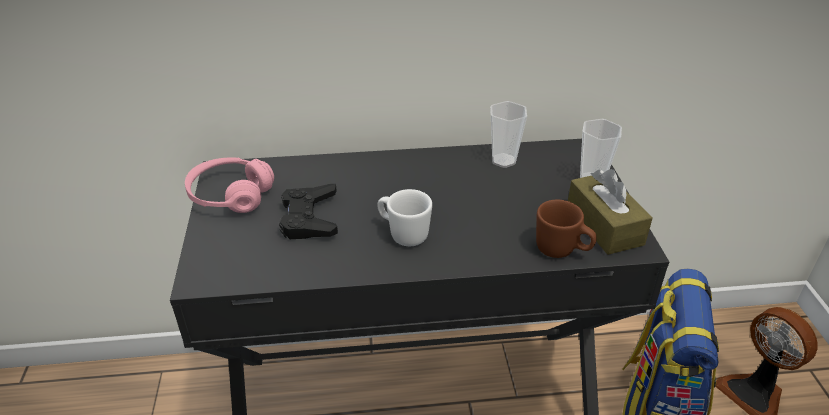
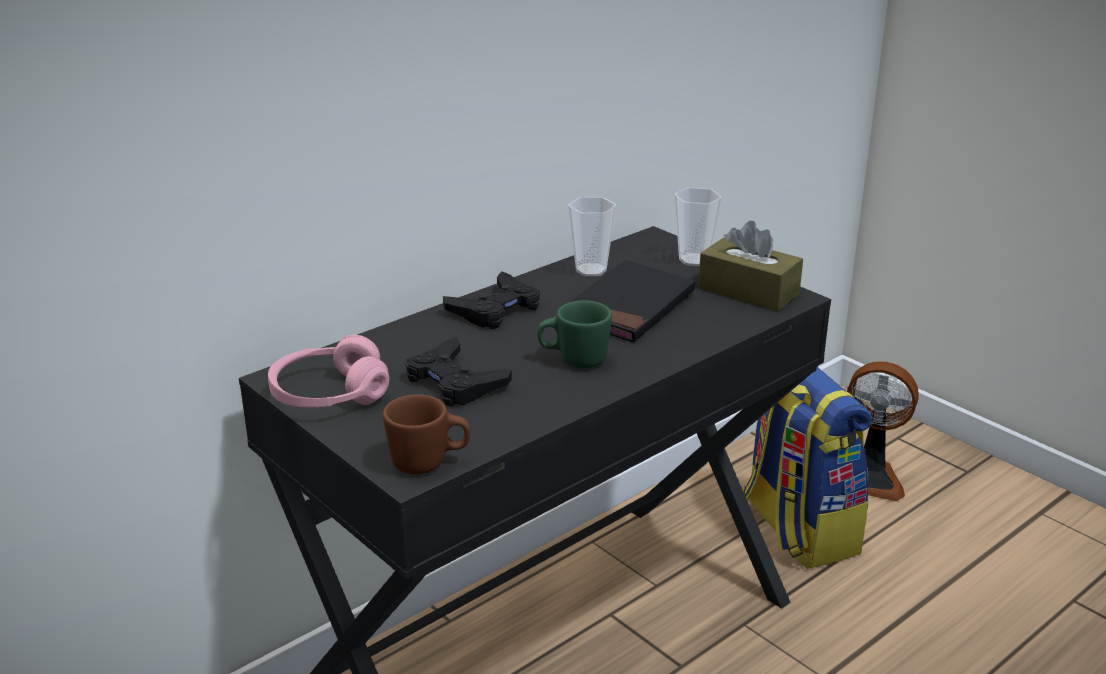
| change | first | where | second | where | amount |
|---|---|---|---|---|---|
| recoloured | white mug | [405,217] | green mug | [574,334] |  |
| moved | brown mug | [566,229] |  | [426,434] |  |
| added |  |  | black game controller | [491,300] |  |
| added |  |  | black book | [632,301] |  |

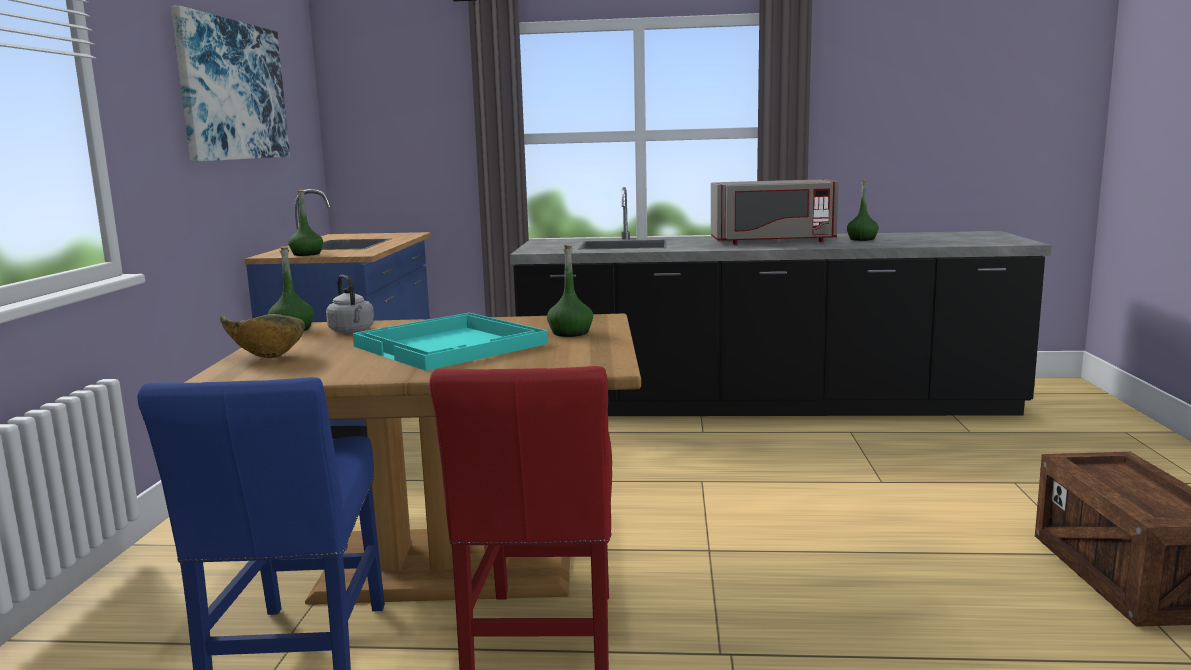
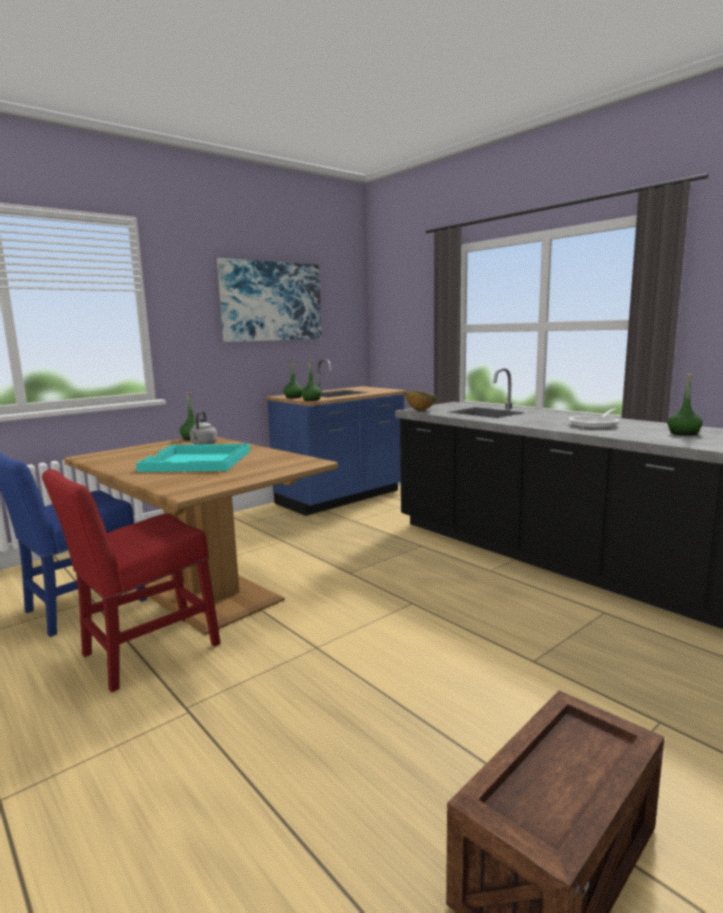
| change | first | where | second | where | amount |
|---|---|---|---|---|---|
| moved | bowl | [262,336] |  | [420,400] |  |
| moved | green bottle | [570,291] |  | [311,380] |  |
| replaced | grey microwave | [775,211] | frying pan | [594,418] |  |

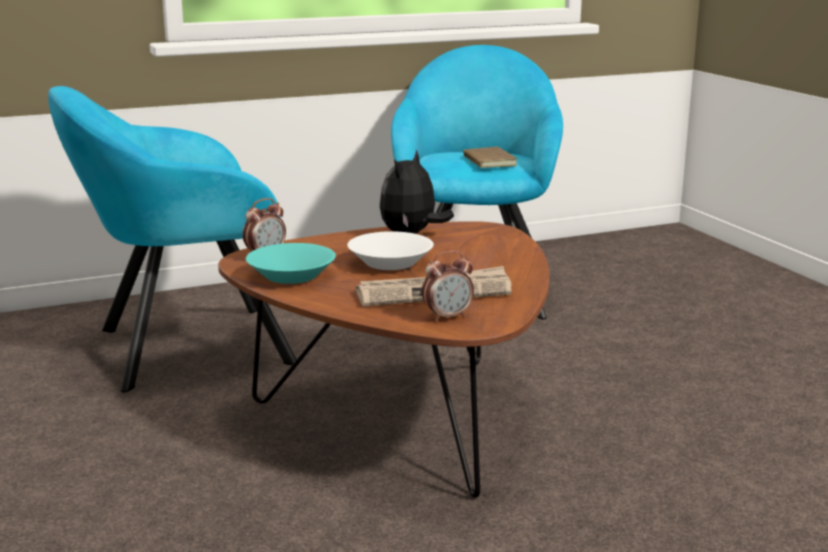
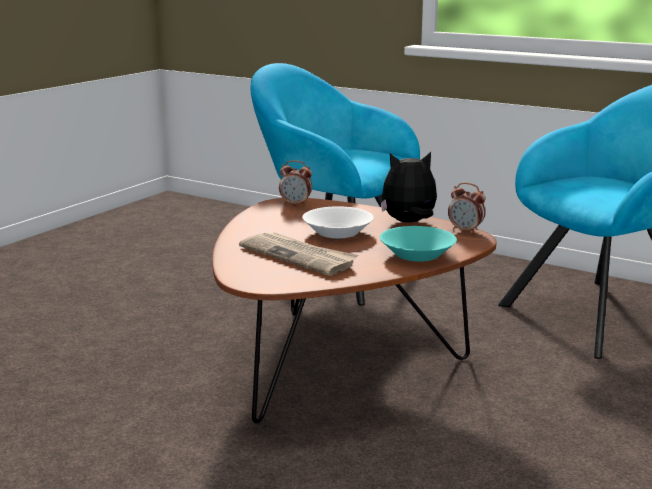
| change | first | where | second | where | amount |
|---|---|---|---|---|---|
| moved | turquoise bowl | [291,263] |  | [418,244] |  |
| moved | alarm clock | [448,286] |  | [467,208] |  |
| removed | brown book | [490,157] |  |  |  |

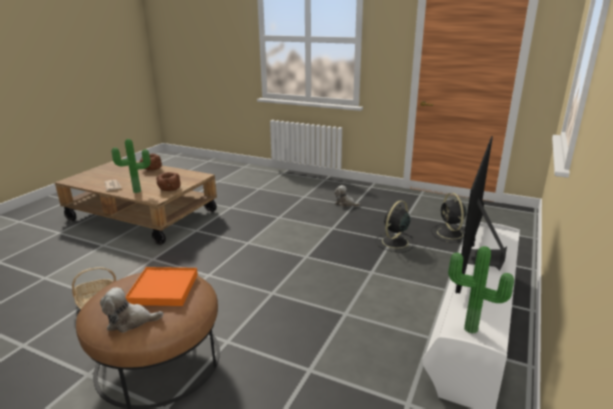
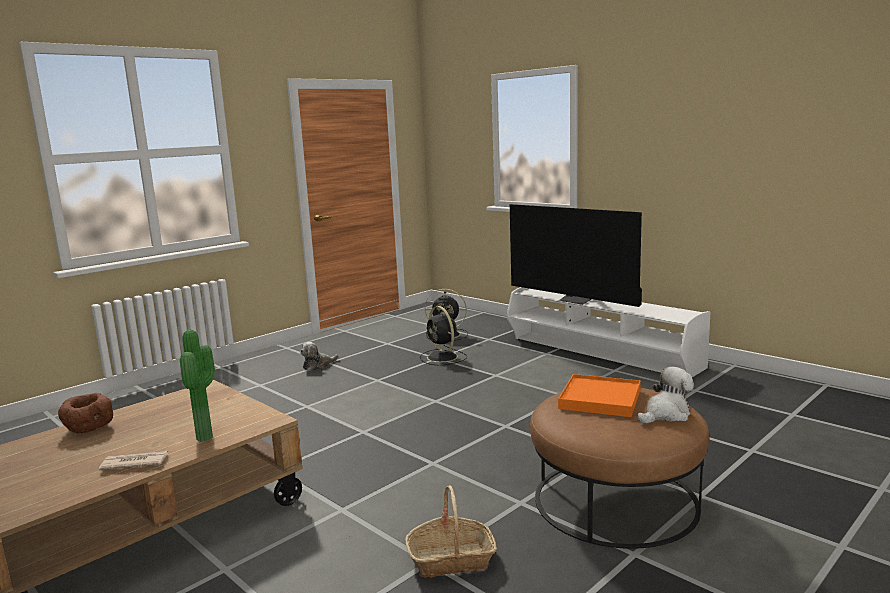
| change | first | where | second | where | amount |
|---|---|---|---|---|---|
| turned | plush toy | [132,310] |  | [665,395] | 135 degrees counterclockwise |
| removed | brown bowl | [168,181] |  |  |  |
| removed | potted plant | [481,290] |  |  |  |

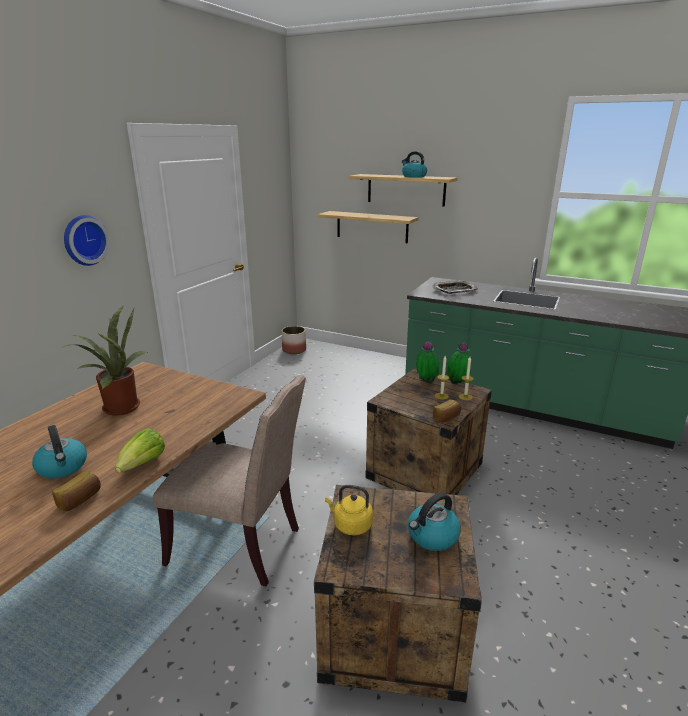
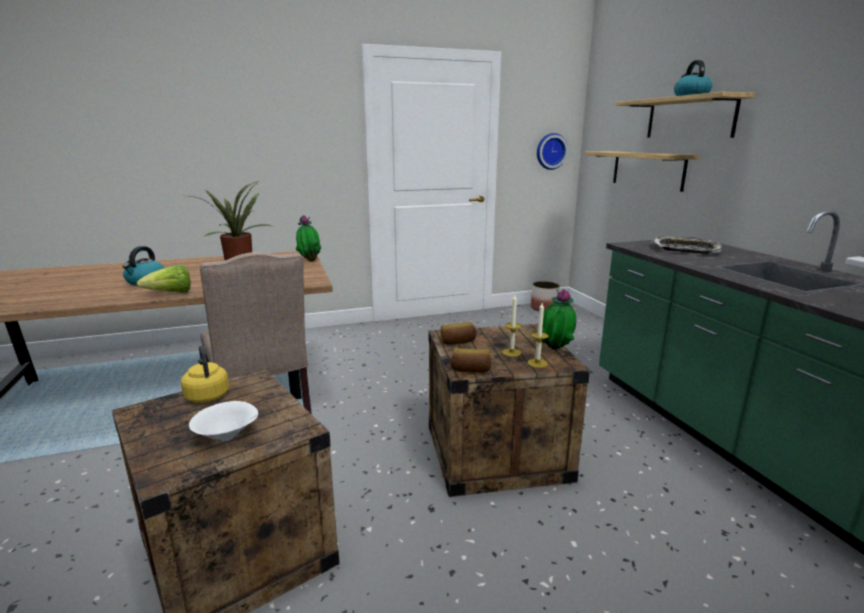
| change | first | where | second | where | amount |
|---|---|---|---|---|---|
| moved | bread | [76,491] |  | [458,333] |  |
| moved | wall clock | [87,240] |  | [552,151] |  |
| replaced | kettle | [434,522] | white bowl | [223,421] |  |
| moved | potted plant | [428,362] |  | [309,238] |  |

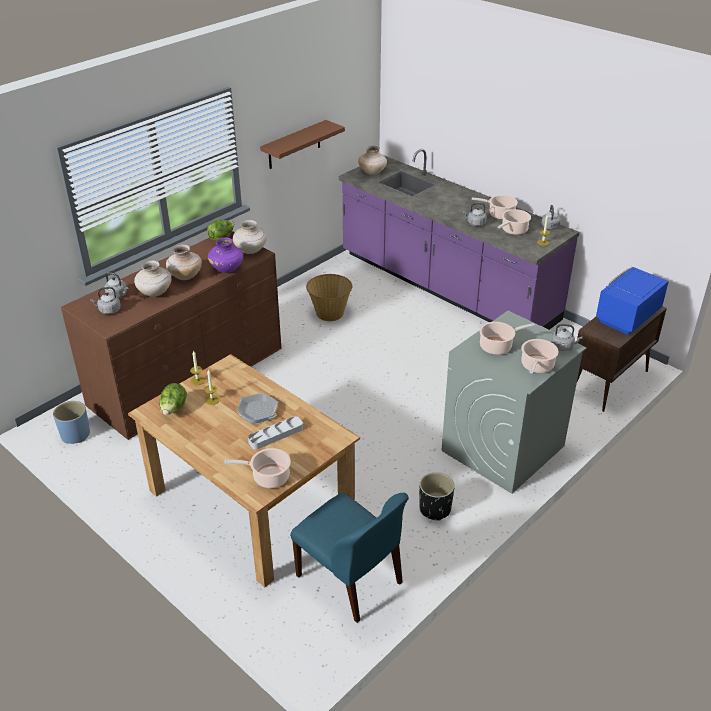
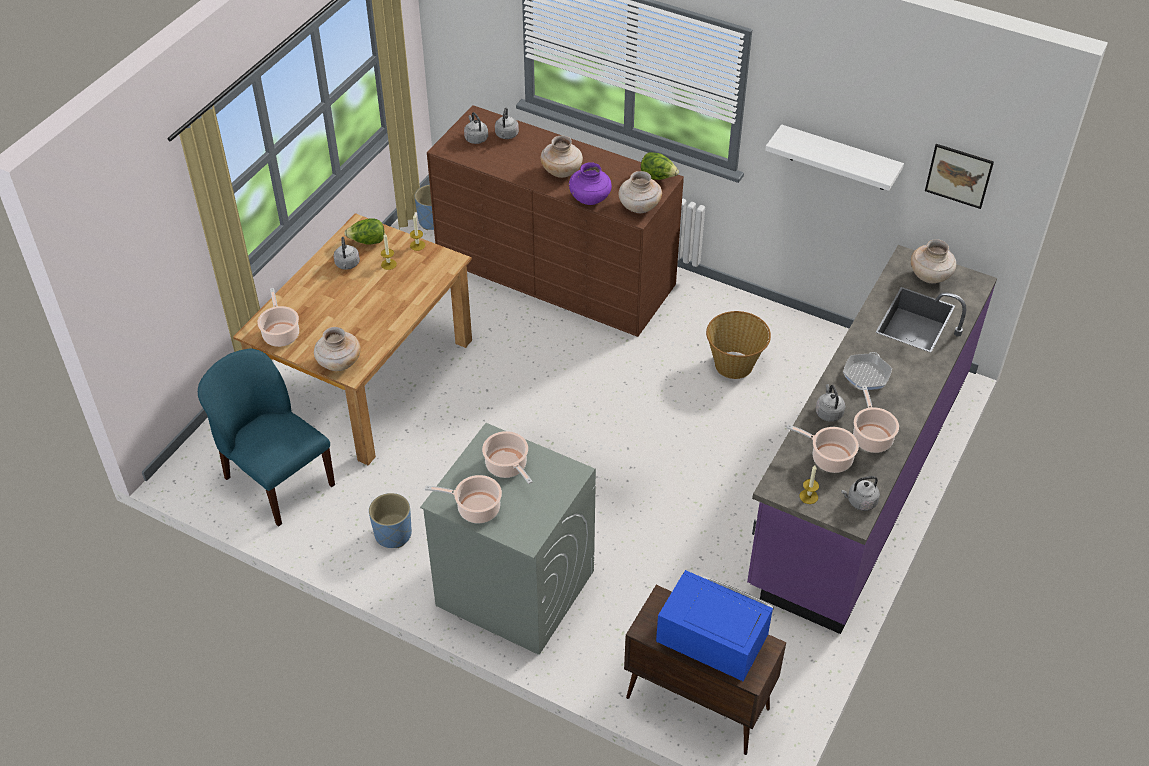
| change | first | where | second | where | amount |
|---|---|---|---|---|---|
| moved | beige vase | [152,279] |  | [337,349] |  |
| moved | frying pan | [257,408] |  | [867,371] |  |
| removed | grey tray | [275,433] |  |  |  |
| recoloured | brown shelf | [302,144] | white shelf | [834,157] |  |
| turned | blue chair | [349,557] |  | [266,438] | 105 degrees clockwise |
| recoloured | black planter | [437,496] | blue planter | [390,520] |  |
| moved | grey kettle | [567,337] |  | [347,253] |  |
| added |  |  | picture | [959,176] |  |

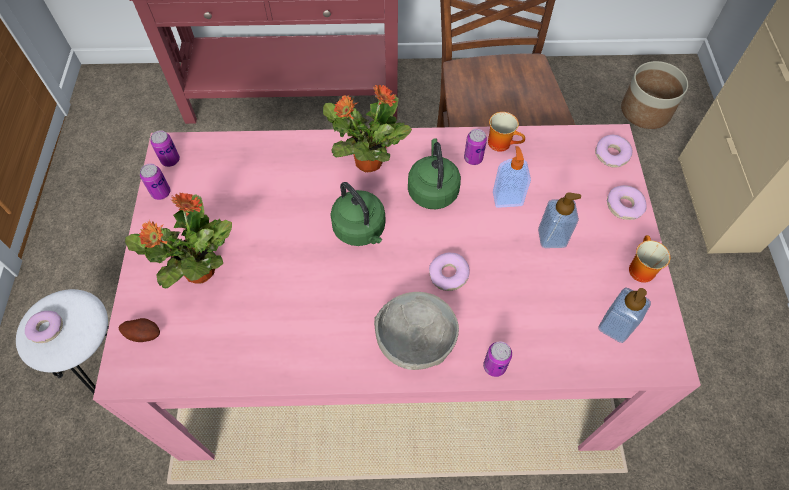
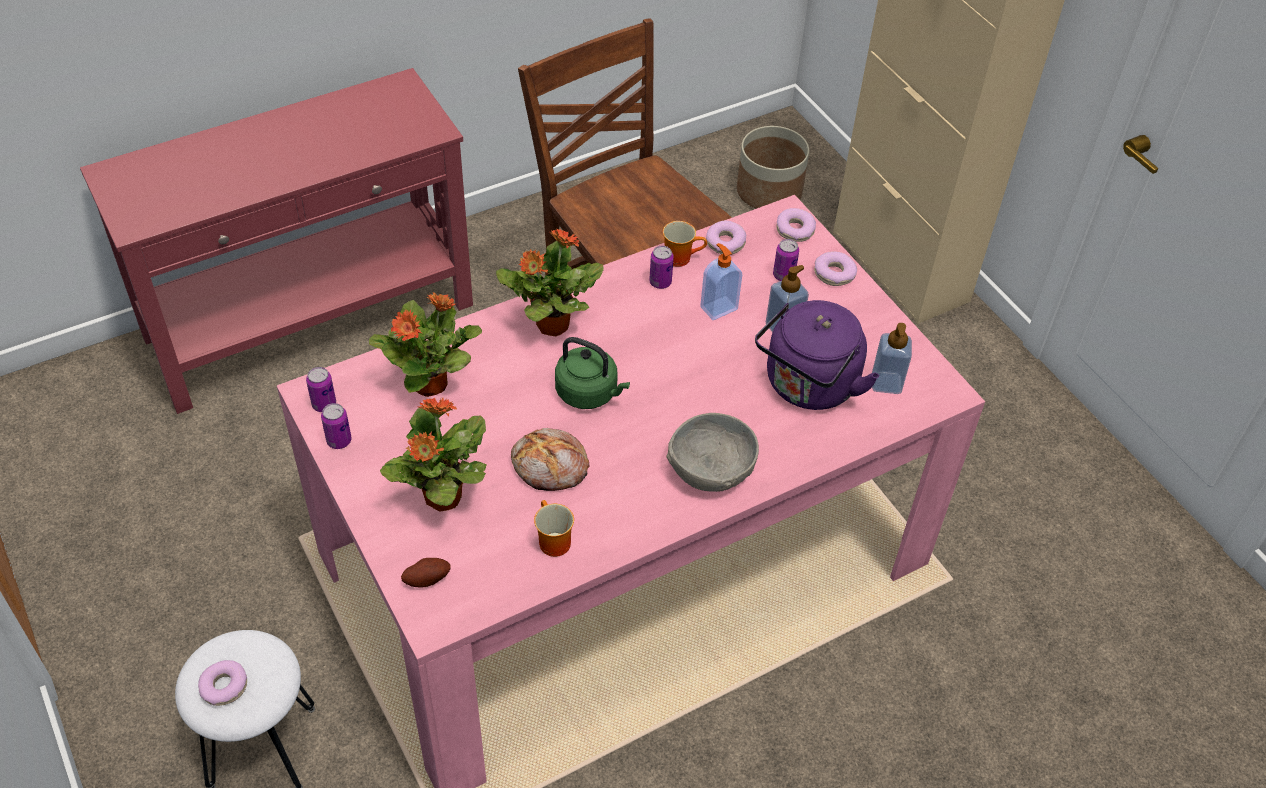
| change | first | where | second | where | amount |
|---|---|---|---|---|---|
| removed | green kettle | [434,173] |  |  |  |
| moved | donut | [449,272] |  | [726,238] |  |
| moved | can | [497,359] |  | [786,260] |  |
| moved | mug | [649,259] |  | [554,528] |  |
| added |  |  | potted plant | [425,344] |  |
| added |  |  | bread | [550,459] |  |
| added |  |  | purple kettle | [817,355] |  |

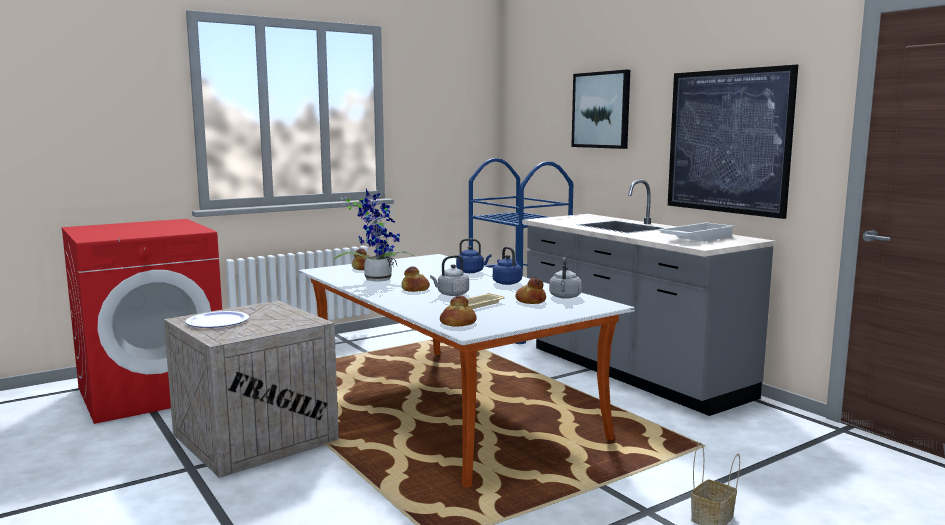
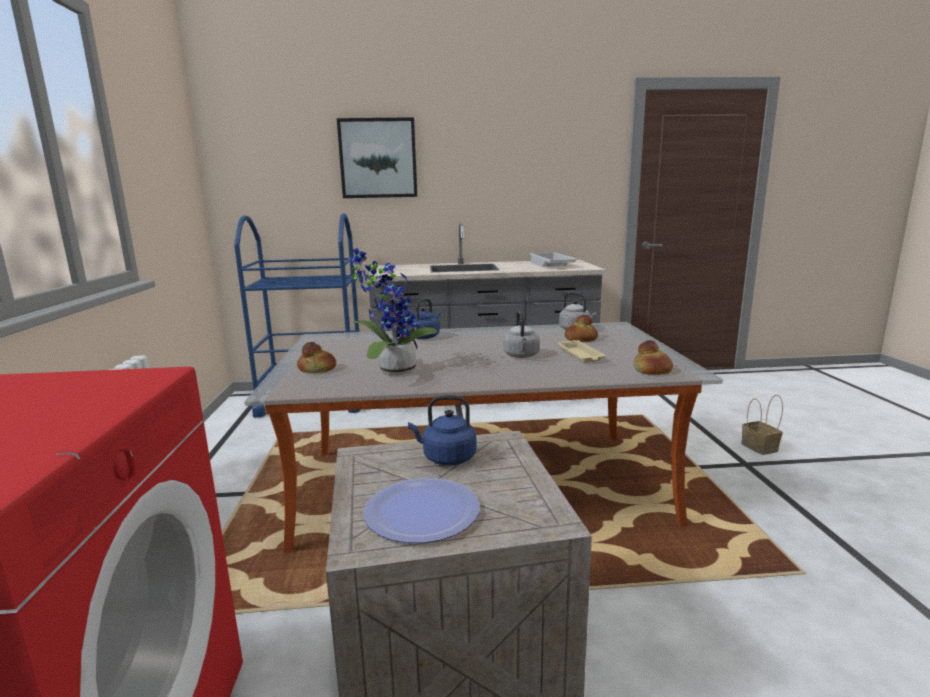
| change | first | where | second | where | amount |
|---|---|---|---|---|---|
| removed | bread | [415,279] |  |  |  |
| moved | blue kettle | [507,266] |  | [442,430] |  |
| removed | picture | [733,142] |  |  |  |

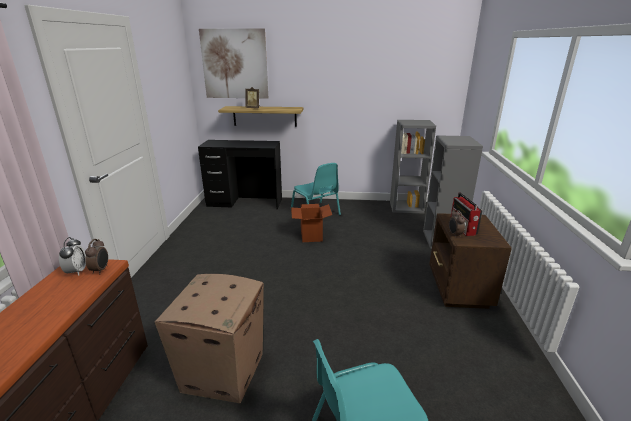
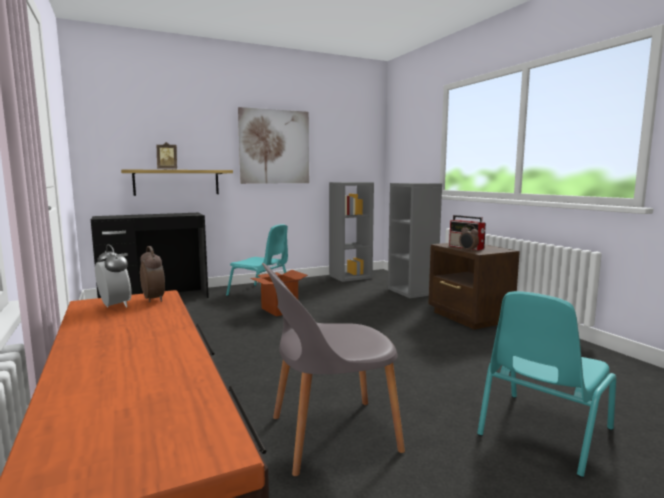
| change | first | where | second | where | amount |
|---|---|---|---|---|---|
| replaced | cardboard box | [209,338] | grey chair | [333,369] |  |
| moved | picture | [233,63] |  | [273,145] |  |

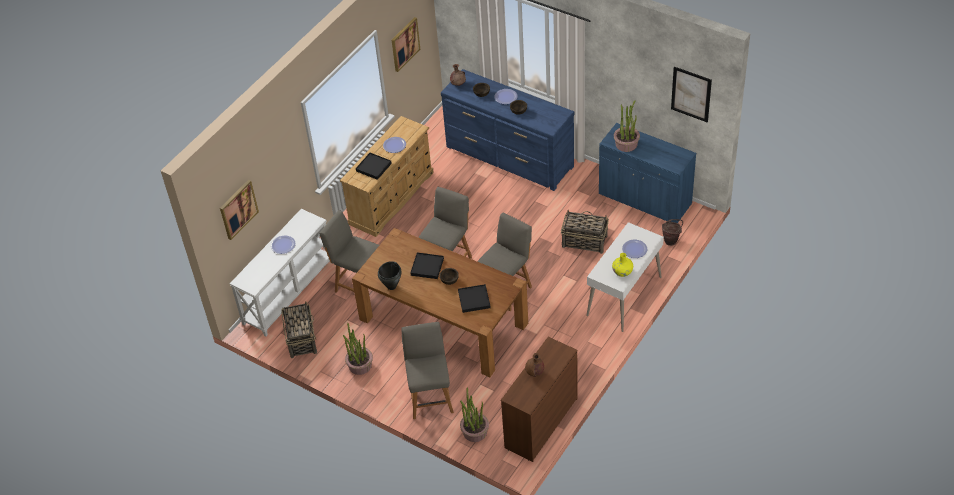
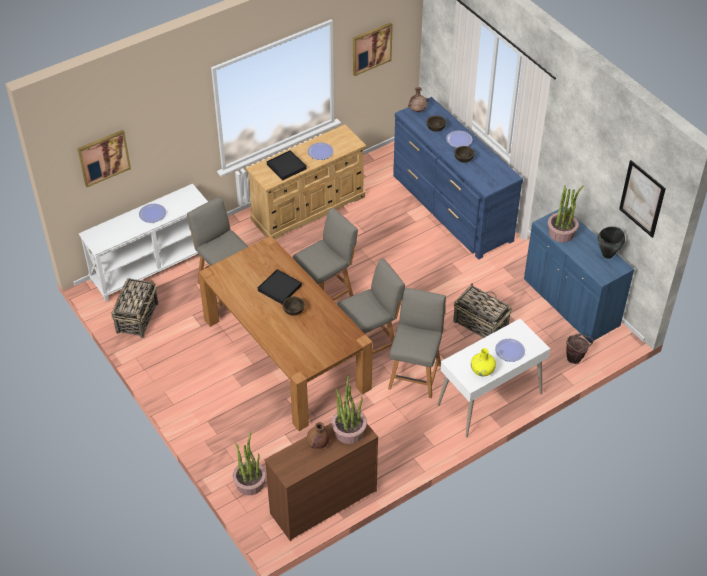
| change | first | where | second | where | amount |
|---|---|---|---|---|---|
| moved | potted plant | [358,349] |  | [349,409] |  |
| moved | black cooking pot | [390,275] |  | [611,243] |  |
| moved | grey chair | [427,370] |  | [417,343] |  |
| removed | black tray | [474,298] |  |  |  |

